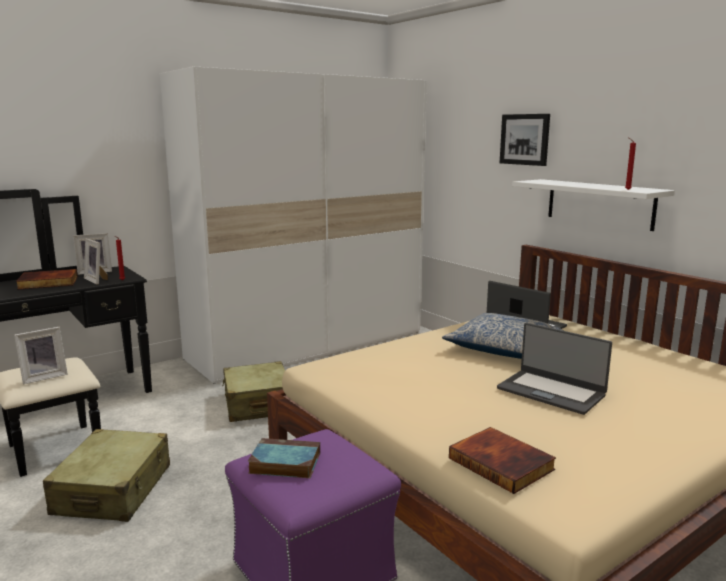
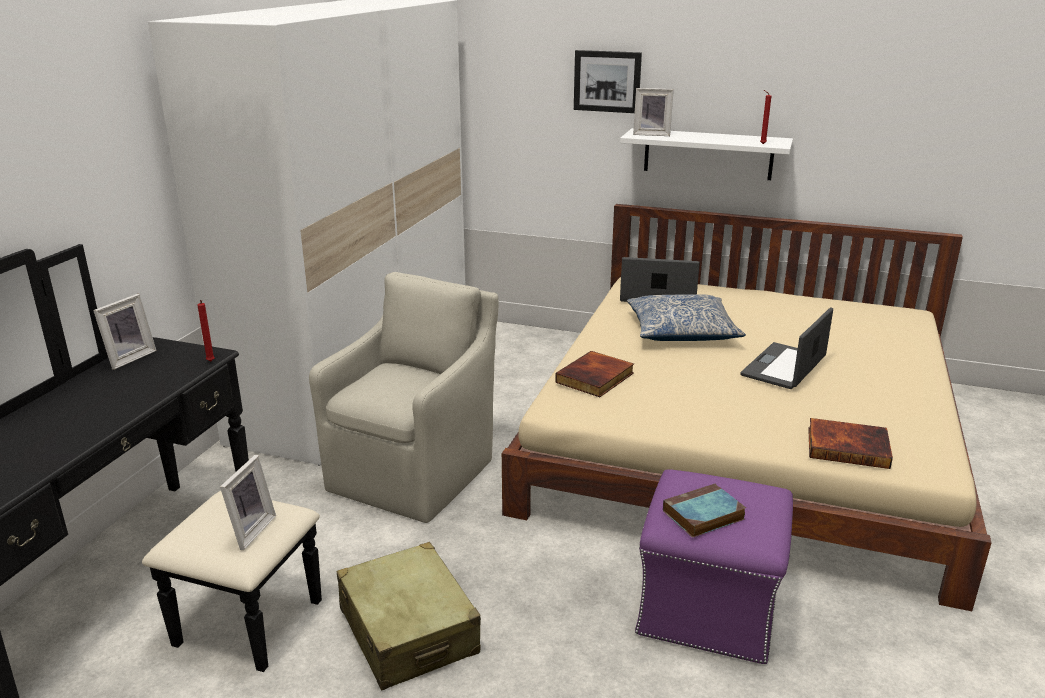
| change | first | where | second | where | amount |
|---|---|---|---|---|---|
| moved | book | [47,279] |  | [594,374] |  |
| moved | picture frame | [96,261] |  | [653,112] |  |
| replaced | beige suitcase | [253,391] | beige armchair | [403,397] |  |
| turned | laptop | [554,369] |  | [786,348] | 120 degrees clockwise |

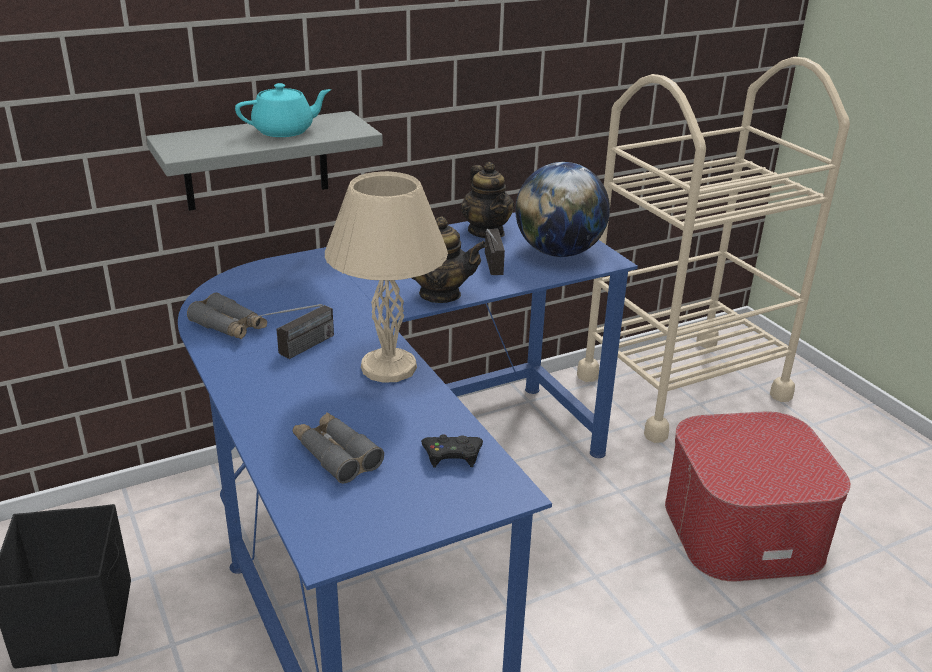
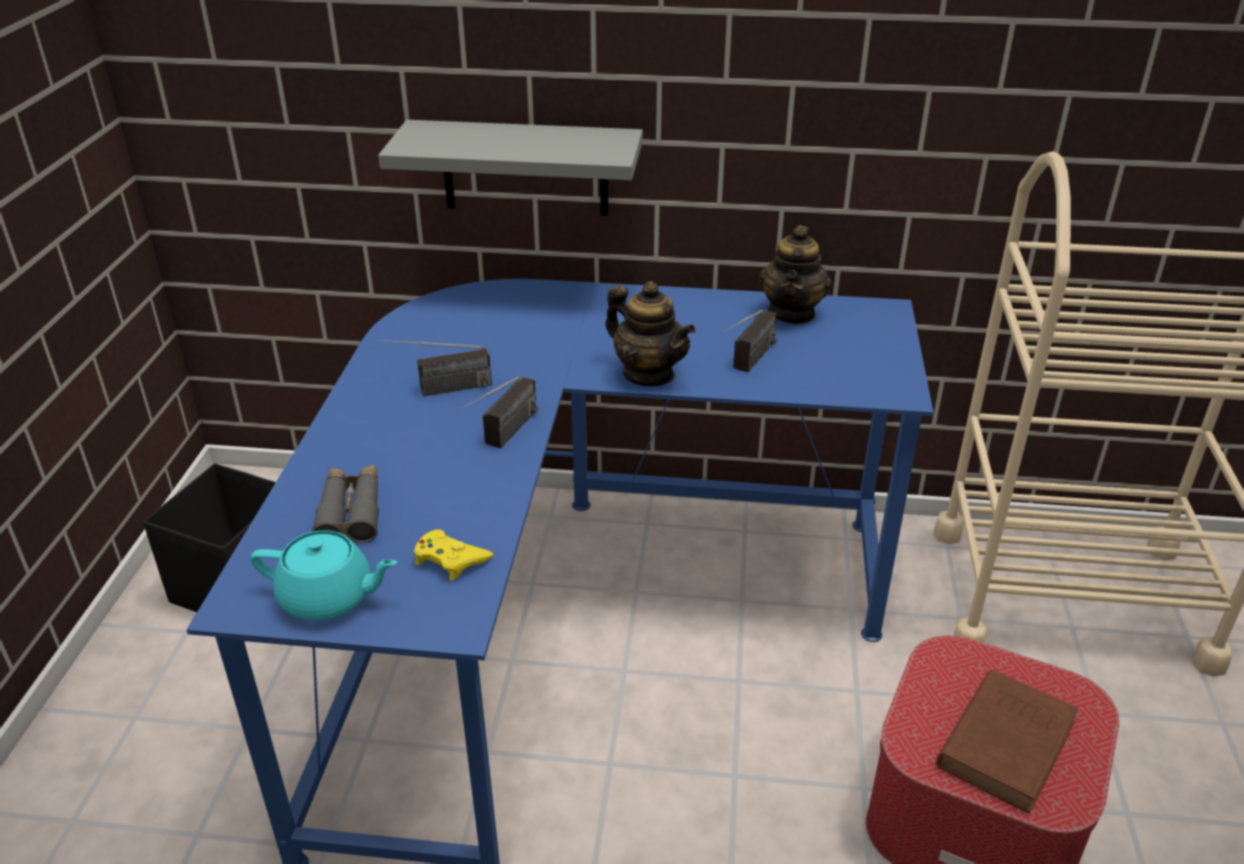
| change | first | where | second | where | amount |
|---|---|---|---|---|---|
| removed | grey binoculars | [227,316] |  |  |  |
| moved | turquoise teapot | [283,110] |  | [324,575] |  |
| replaced | beige table lamp | [386,277] | radio | [498,412] |  |
| recoloured | black game controller | [452,451] | yellow game controller | [453,555] |  |
| removed | globe | [562,209] |  |  |  |
| added |  |  | brown book | [1007,741] |  |

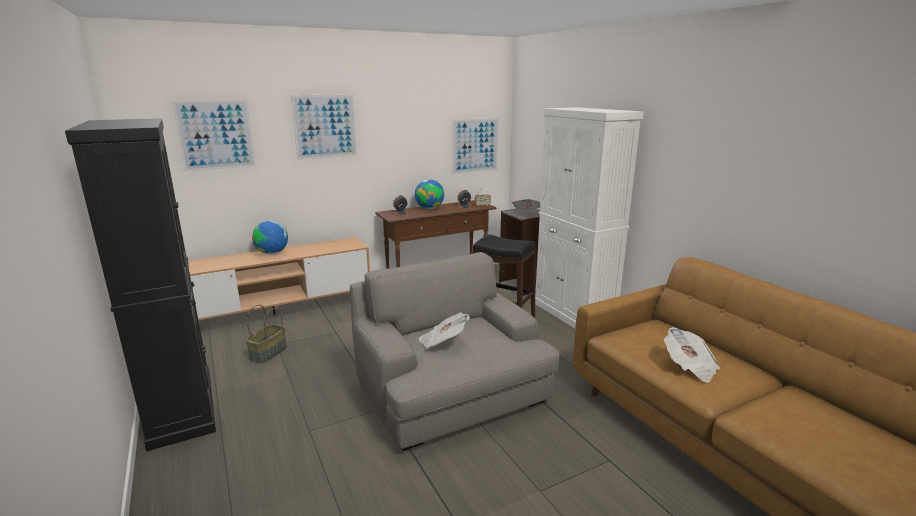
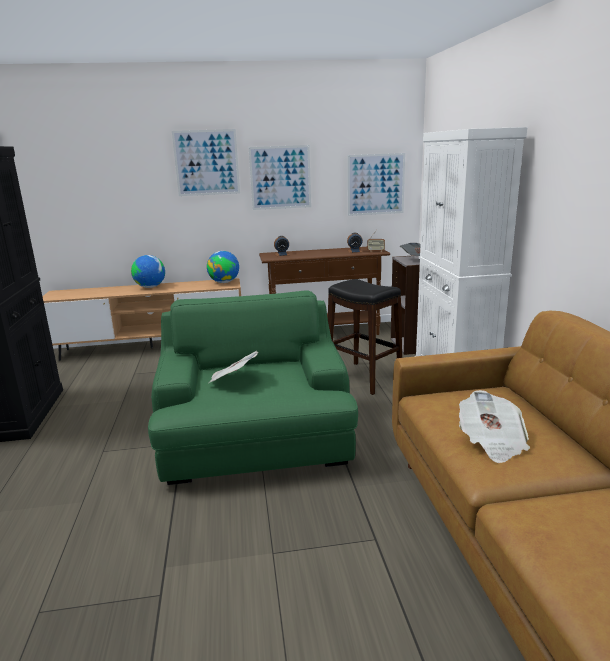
| change | first | where | second | where | amount |
|---|---|---|---|---|---|
| moved | picture | [214,135] |  | [280,177] |  |
| removed | basket | [266,334] |  |  |  |
| recoloured | grey armchair | [454,351] | green armchair | [253,387] |  |
| moved | globe | [429,194] |  | [223,267] |  |

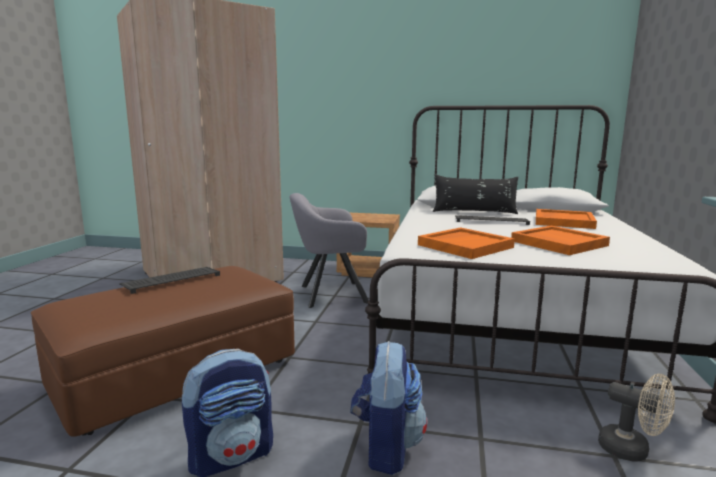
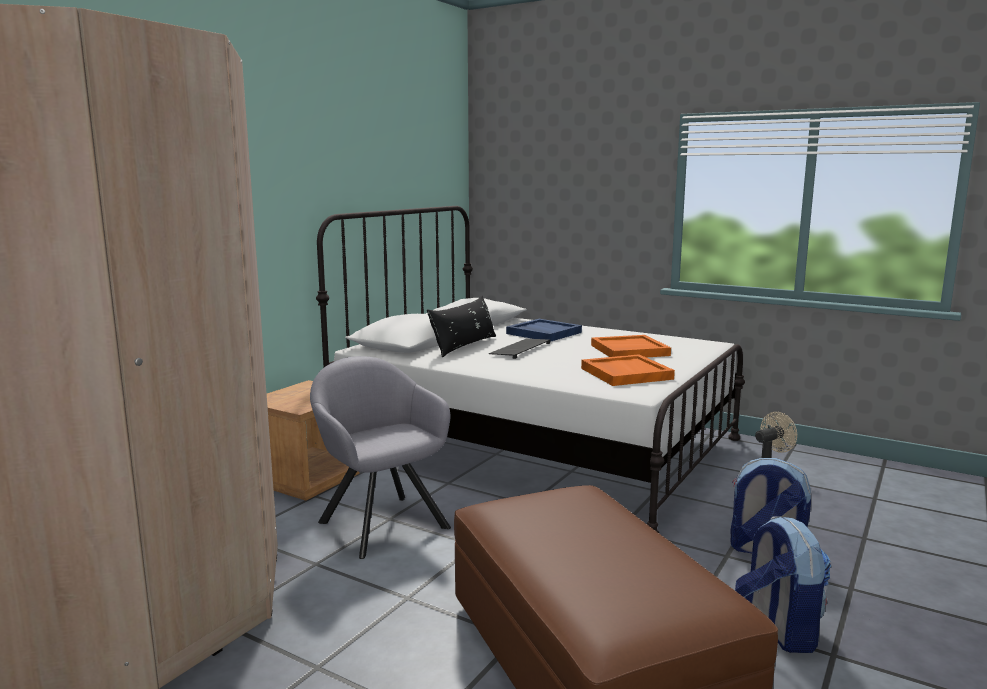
| change | first | where | second | where | amount |
|---|---|---|---|---|---|
| removed | keyboard | [169,280] |  |  |  |
| turned | grey armchair | [329,250] |  | [380,457] | 135 degrees clockwise |
| recoloured | orange tray | [566,219] | blue tray | [544,330] |  |

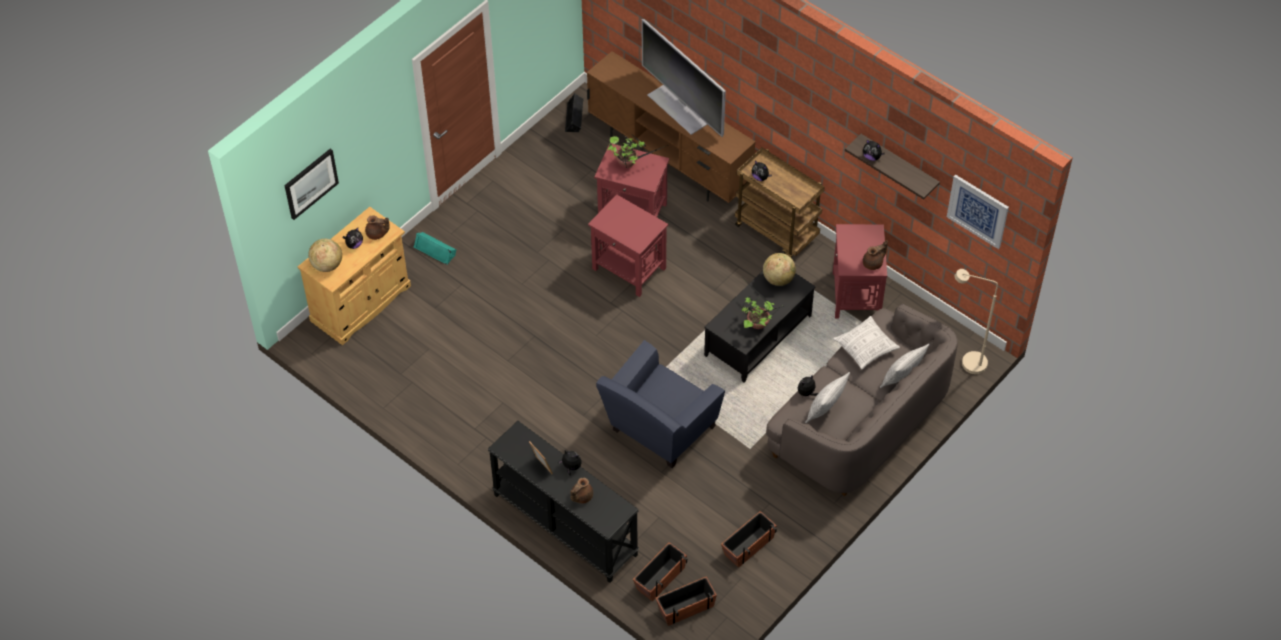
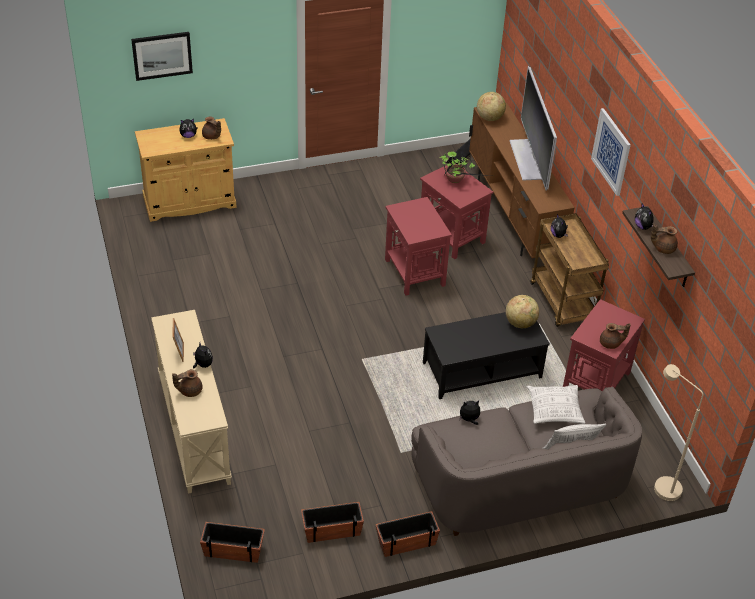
| change | first | where | second | where | amount |
|---|---|---|---|---|---|
| moved | globe | [325,255] |  | [491,106] |  |
| removed | turquoise speaker | [435,248] |  |  |  |
| recoloured | black console table | [563,502] | beige console table | [191,402] |  |
| removed | blue armchair | [660,404] |  |  |  |
| moved | planter | [660,571] |  | [407,534] |  |
| removed | potted plant | [761,305] |  |  |  |
| removed | pillow | [827,397] |  |  |  |
| moved | picture | [978,212] |  | [611,152] |  |
| added |  |  | brown teapot | [664,239] |  |

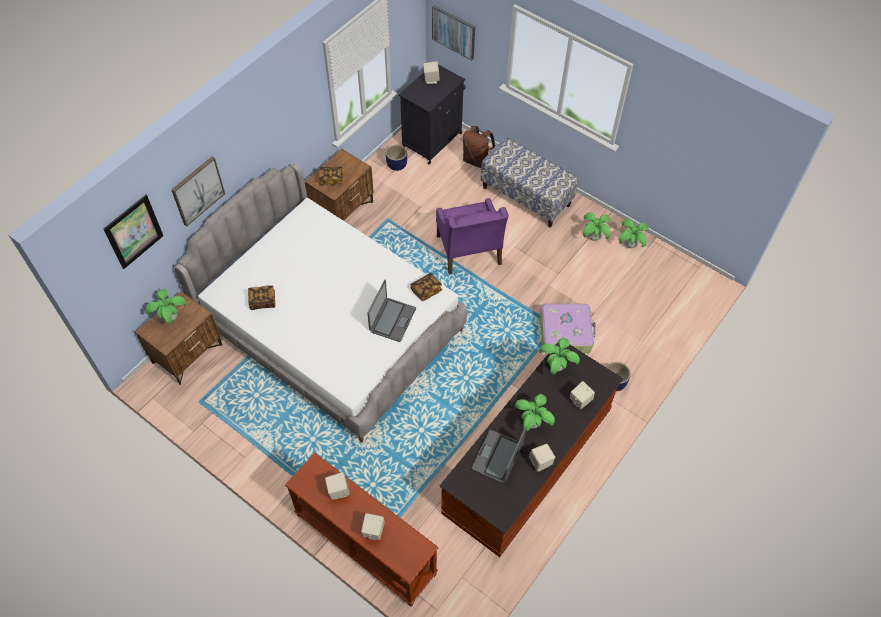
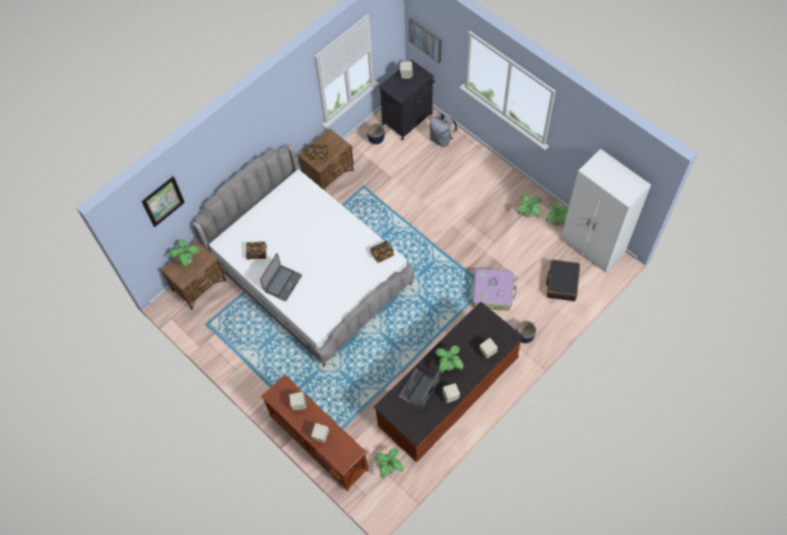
| change | first | where | second | where | amount |
|---|---|---|---|---|---|
| removed | picture | [198,191] |  |  |  |
| moved | laptop | [391,311] |  | [281,277] |  |
| removed | purple armchair | [472,236] |  |  |  |
| recoloured | brown backpack | [479,147] | grey backpack | [443,130] |  |
| removed | bench | [529,182] |  |  |  |
| moved | potted plant | [559,356] |  | [389,463] |  |
| added |  |  | black suitcase | [563,280] |  |
| added |  |  | white wardrobe | [606,211] |  |

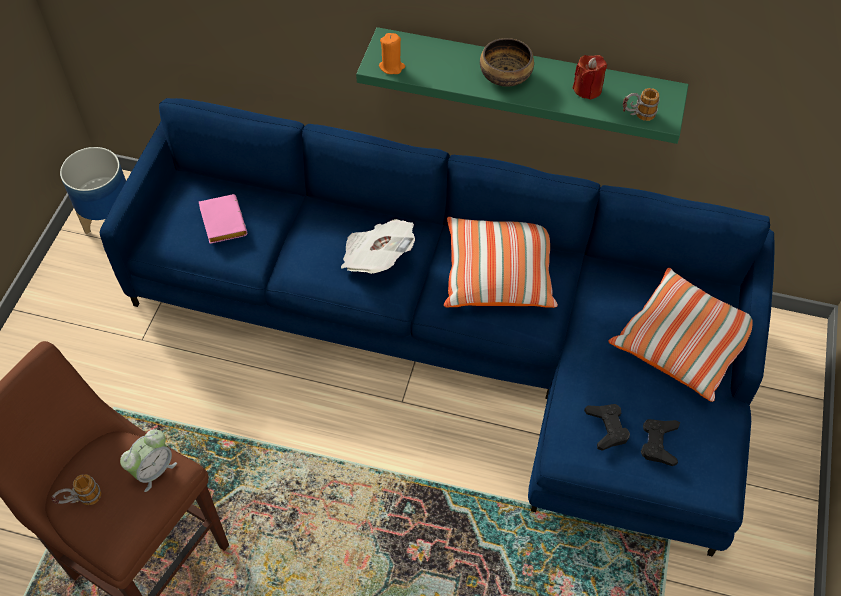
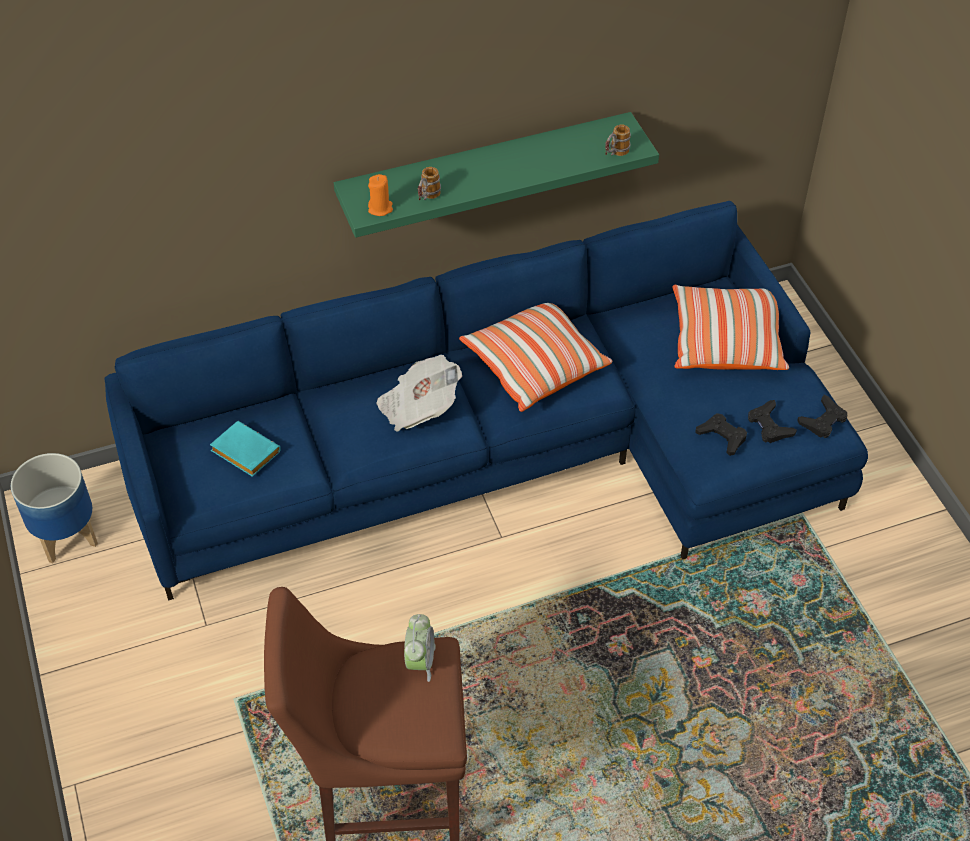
| change | first | where | second | where | amount |
|---|---|---|---|---|---|
| moved | mug | [76,489] |  | [429,183] |  |
| recoloured | pink book | [223,219] | turquoise book | [245,449] |  |
| removed | bowl | [507,62] |  |  |  |
| removed | red candle | [589,77] |  |  |  |
| added |  |  | black game controller | [822,416] |  |

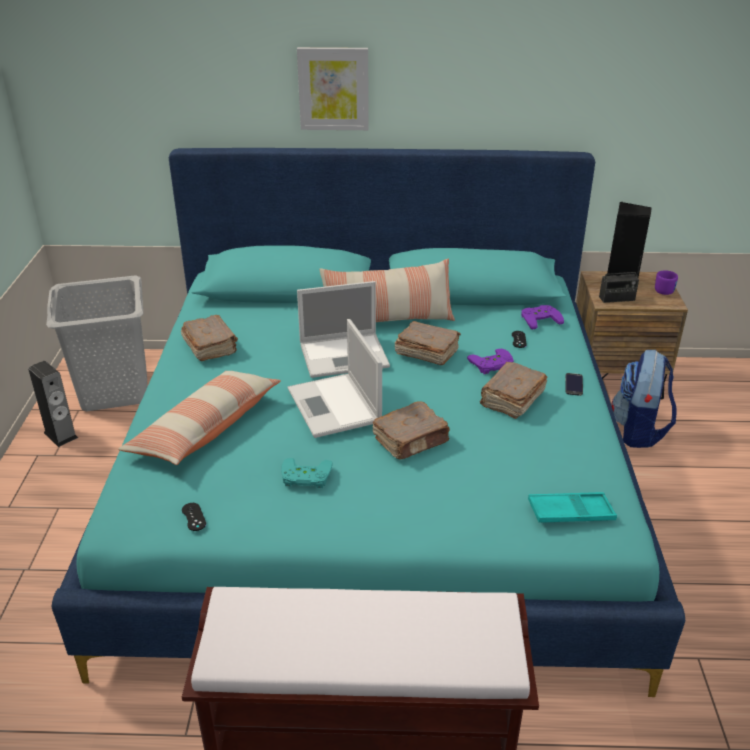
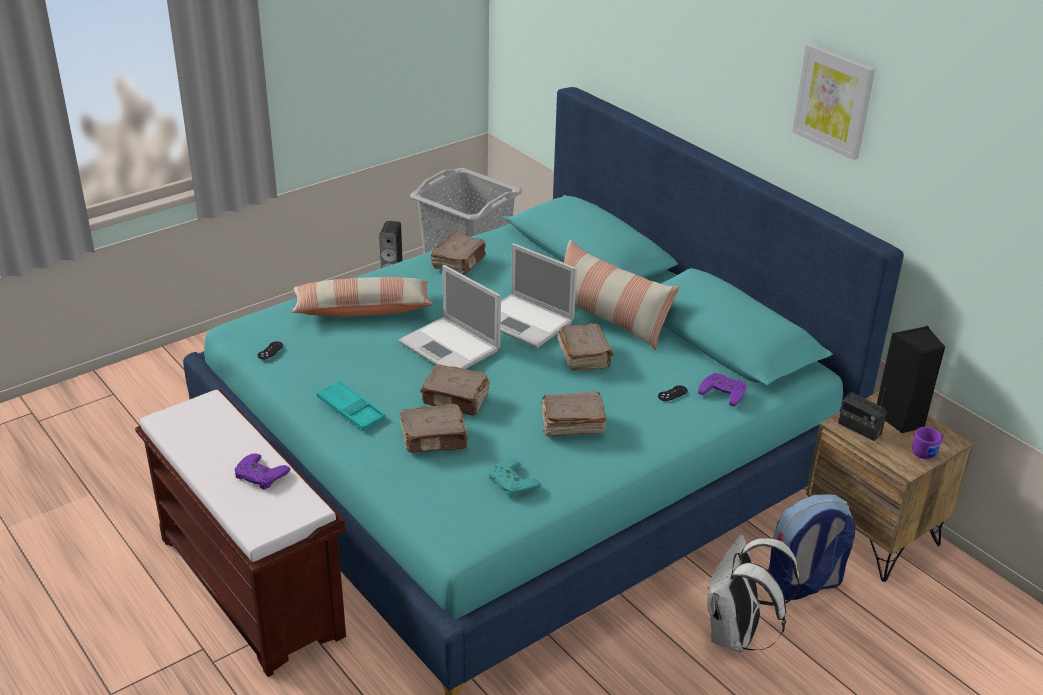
| change | first | where | second | where | amount |
|---|---|---|---|---|---|
| moved | turquoise game controller | [307,473] |  | [515,478] |  |
| turned | laptop | [335,378] |  | [449,317] | 75 degrees counterclockwise |
| moved | picture | [333,88] |  | [833,102] |  |
| moved | purple game controller | [490,361] |  | [262,471] |  |
| moved | turquoise tray | [572,507] |  | [351,406] |  |
| removed | phone | [574,384] |  |  |  |
| added |  |  | brown book | [434,428] |  |
| added |  |  | white backpack | [753,593] |  |

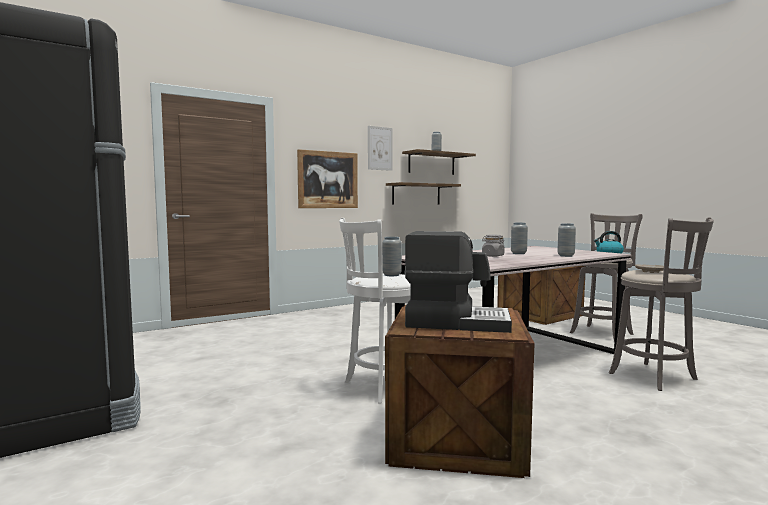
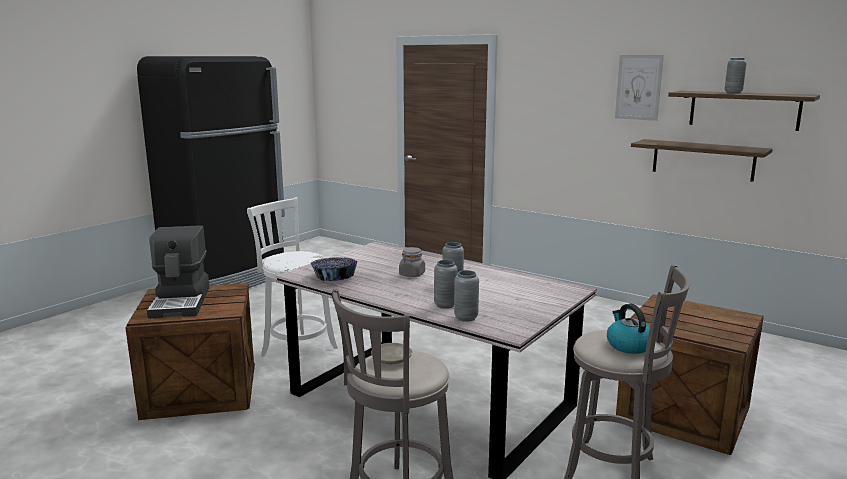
| change | first | where | second | where | amount |
|---|---|---|---|---|---|
| removed | picture | [327,178] |  |  |  |
| moved | grey vase | [392,256] |  | [466,296] |  |
| added |  |  | bowl | [334,269] |  |

